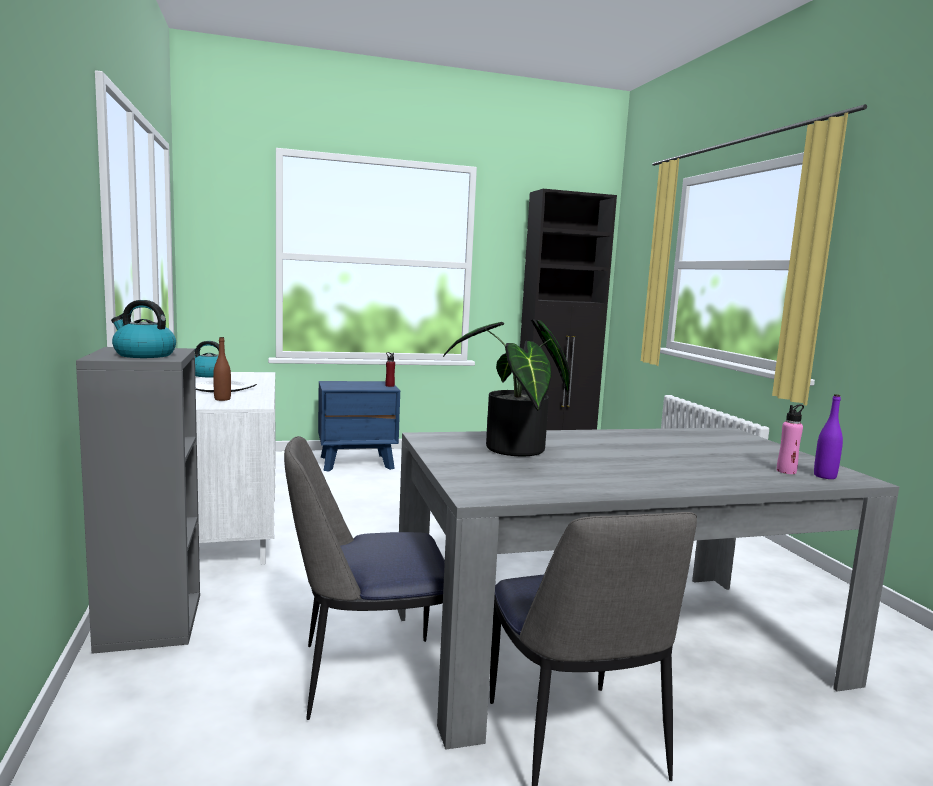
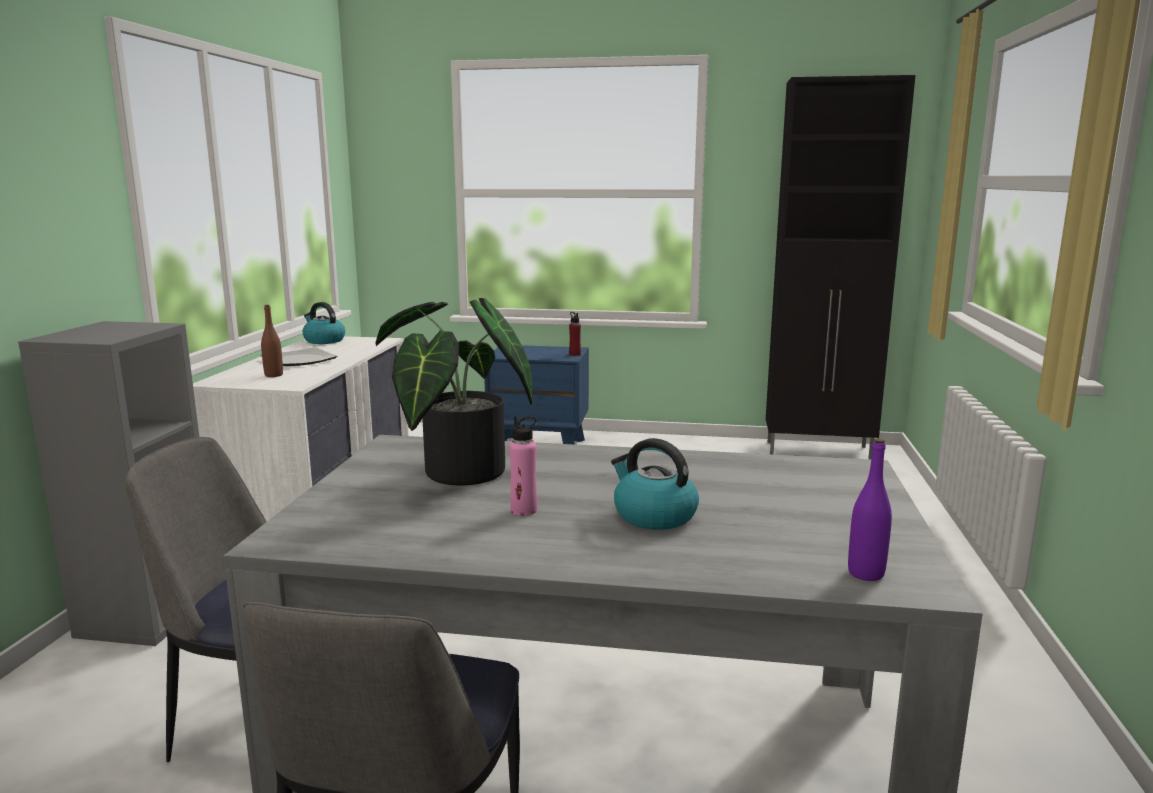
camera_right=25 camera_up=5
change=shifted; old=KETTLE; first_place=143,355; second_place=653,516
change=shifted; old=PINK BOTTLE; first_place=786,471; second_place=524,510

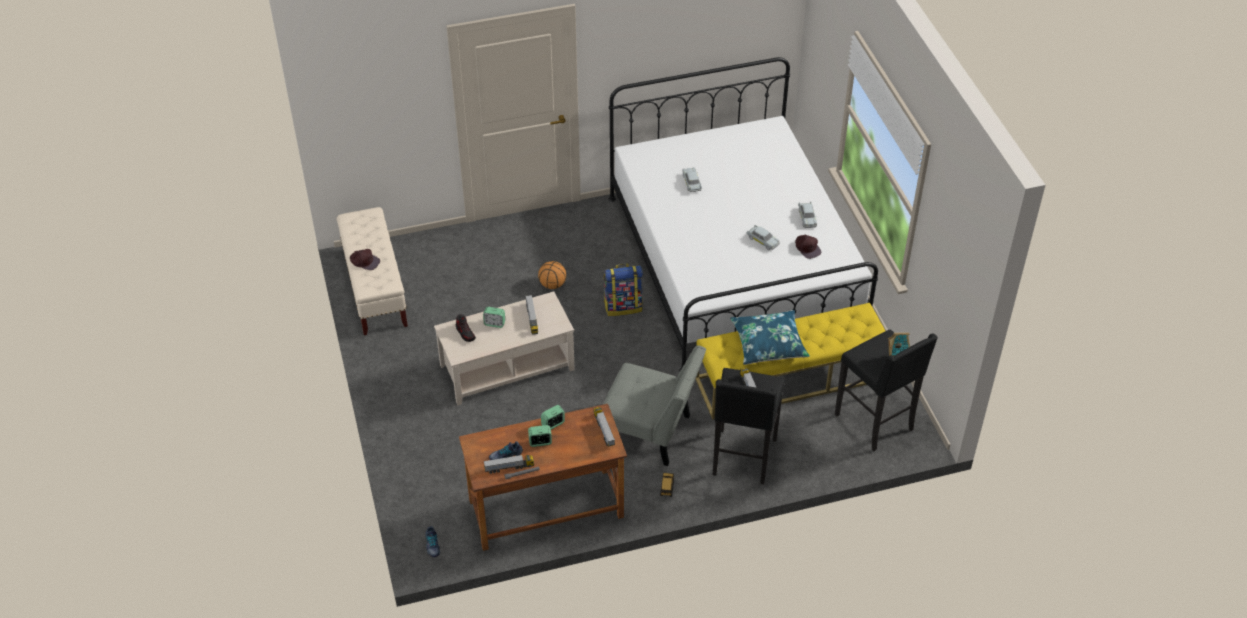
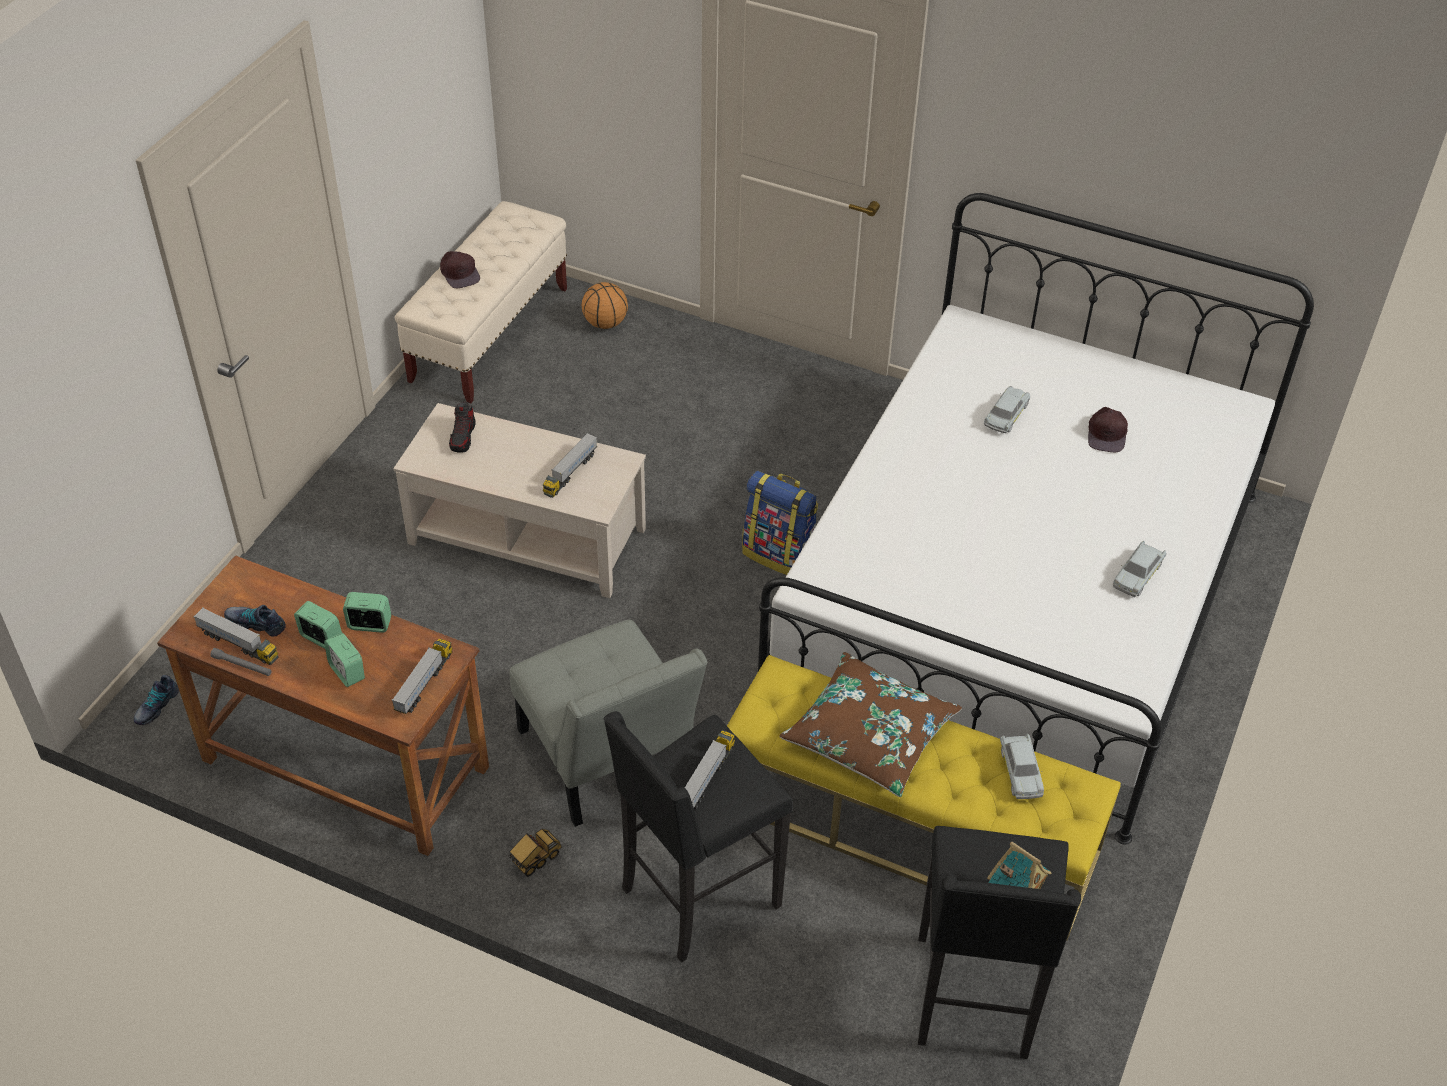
camera_right=40 camera_up=0
change=shifted; old=ALARM CLOCK; first_place=494,323; second_place=347,672
change=shifted; old=BASKETBALL BALL; first_place=553,284; second_place=606,323
change=shifted; old=WHITE-COLOURED MINIATURE CAR; first_place=762,240; second_place=1020,771
change=shifted; old=BROWN CAP; first_place=807,247; second_place=1107,433
change=repainted; old=BLUE THROW PILLOW; new=BROWN THROW PILLOW; first_place=768,344; second_place=869,735

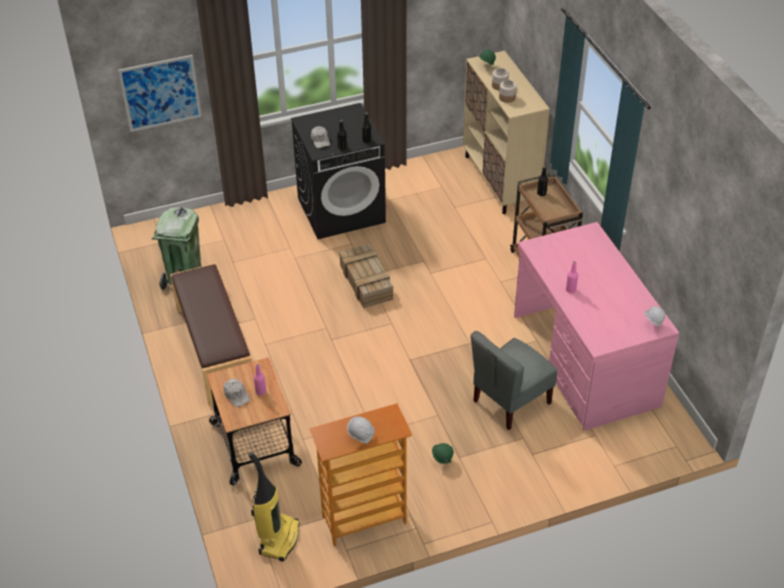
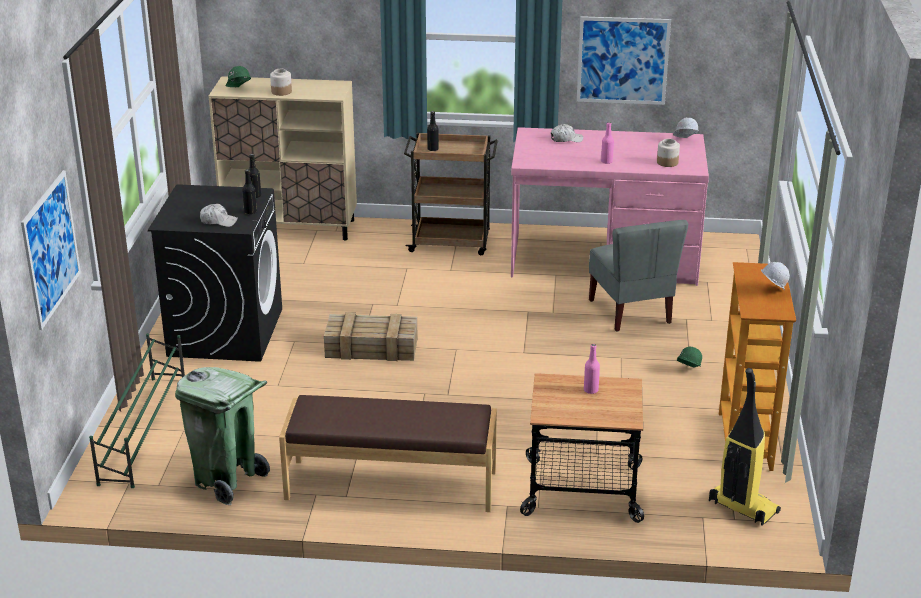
camera_right=-65 camera_up=-15
change=new; new=GREEN SHOE RACK; second_place=144,429
change=new; new=WALL ART; second_place=623,60
change=shifted; old=WHITE-COLOURED CAP; first_place=236,395; second_place=566,139
change=shifted; old=PRESERVE JAR; first_place=507,97; second_place=667,162

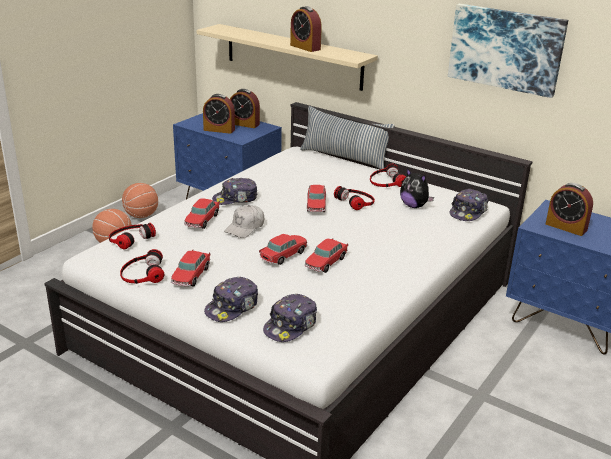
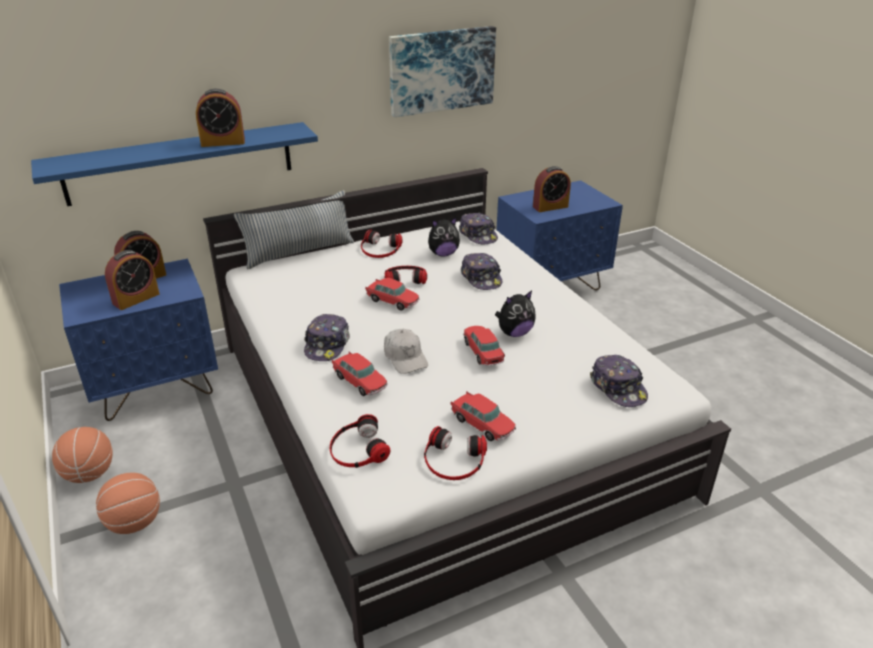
camera_right=-60 camera_up=5
change=shifted; old=CAP; first_place=232,307; second_place=481,278
change=swapped; old=MINIATURE CAR; new=SOFT TOY; first_place=326,262; second_place=514,333
change=repainted; old=BEIGE-COLOURED SHELF; new=BLUE SHELF; first_place=293,56; second_place=180,163

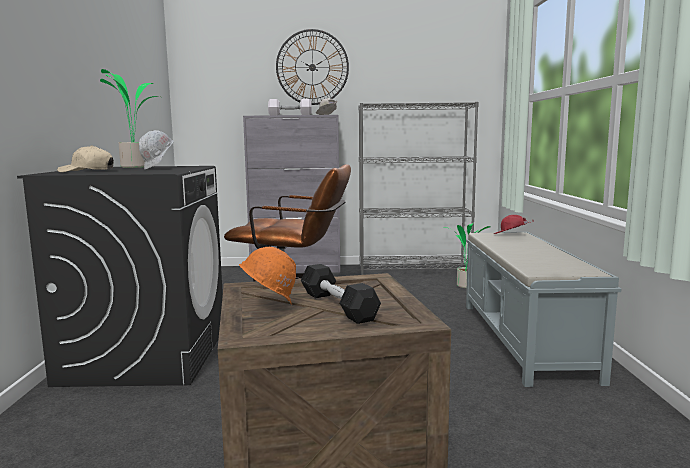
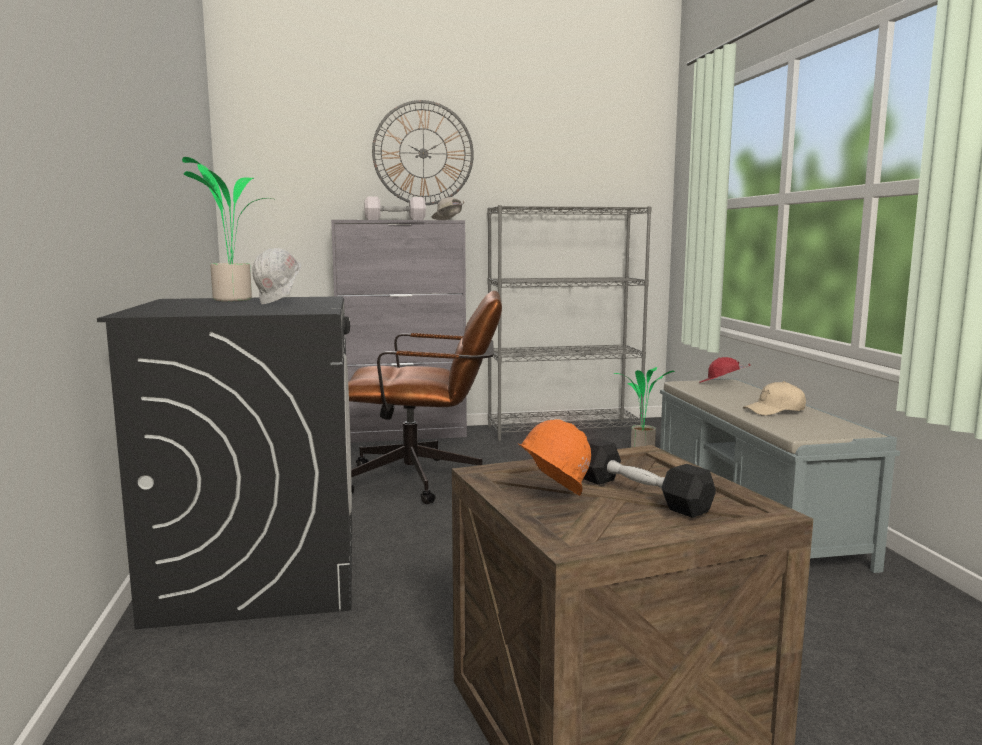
camera_right=-10 camera_up=0
change=shifted; old=BEIGE-COLOURED CAP; first_place=87,171; second_place=775,411

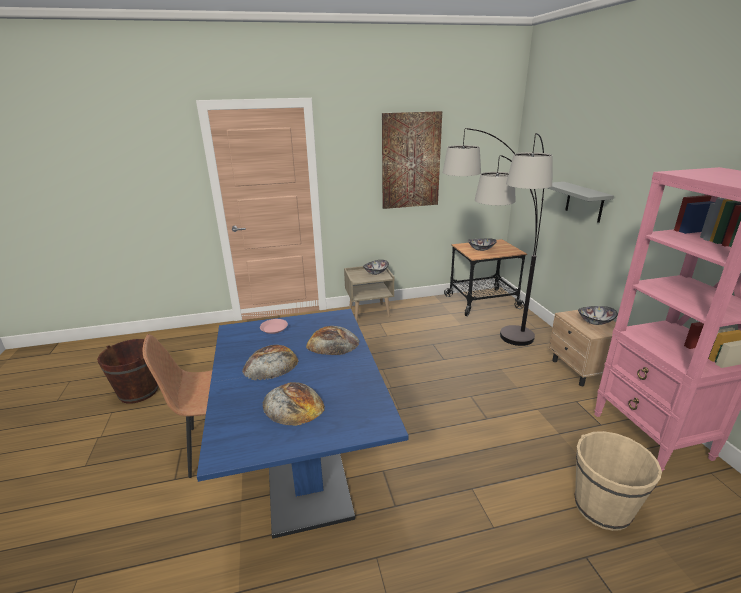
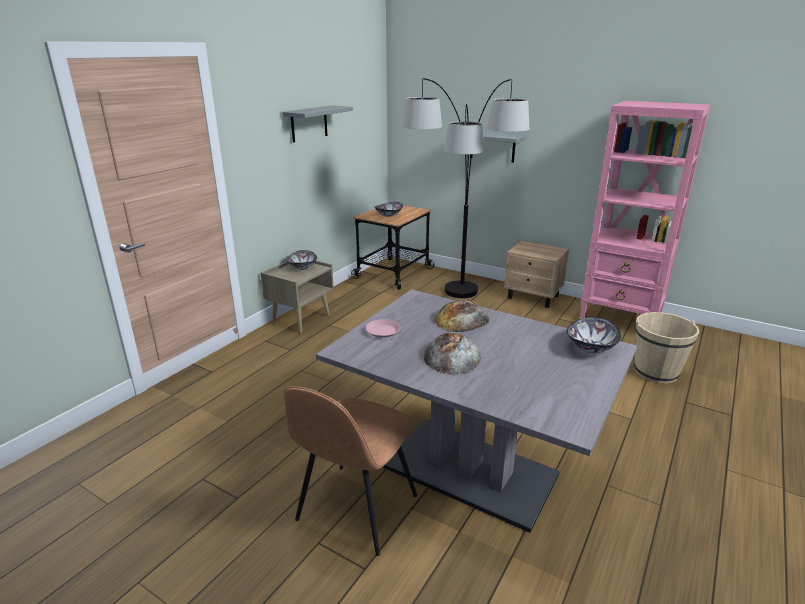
camera_right=-45 camera_up=0
change=gone; old=BROWN PAIL; first_place=139,391
change=gone; old=BAKED BREAD; first_place=293,404
change=shifted; old=SERVING BOWL; first_place=595,321; second_place=590,347
change=swapped; old=WALL ART; new=GREYISH SHELF; first_place=410,161; second_place=309,123
change=repainted; old=BLUE DINNER TABLE; new=GREYISH DINNER TABLE; first_place=306,470; second_place=470,471

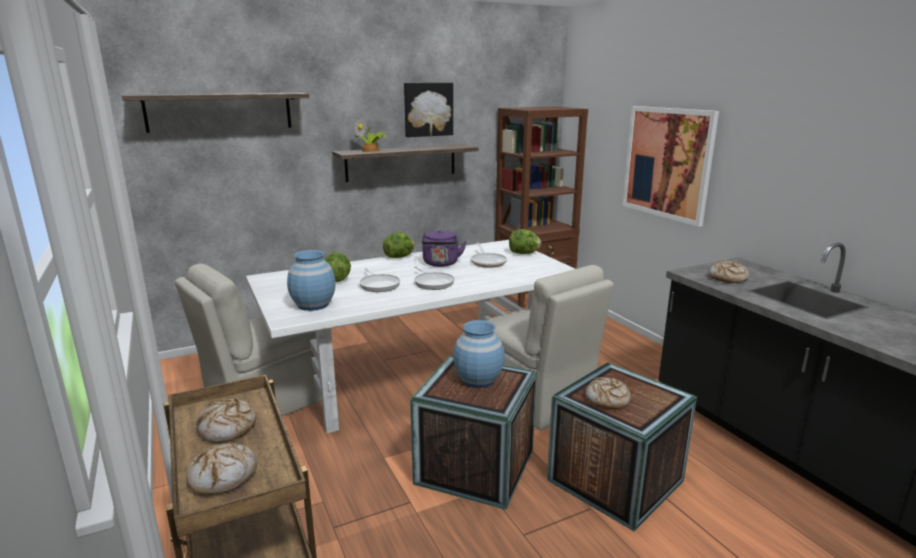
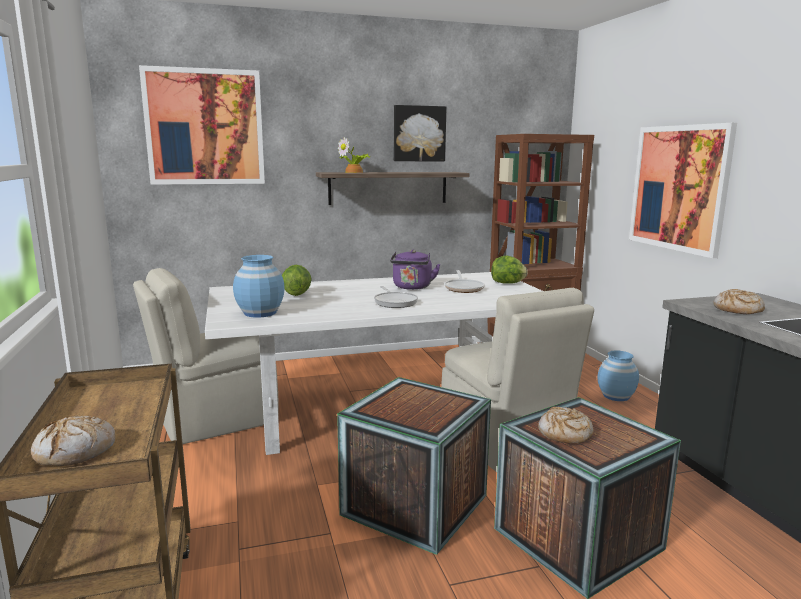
camera_right=10 camera_up=-5
change=gone; old=BAKED BREAD; first_place=227,428
change=gone; old=FRYING PAN; first_place=379,285
change=gone; old=LETTUCE HEAD; first_place=399,257
change=shifted; old=BLUE VASE; first_place=478,379; second_place=616,396
change=swapped; old=SHELF; new=WALL ART; first_place=220,111; second_place=205,127

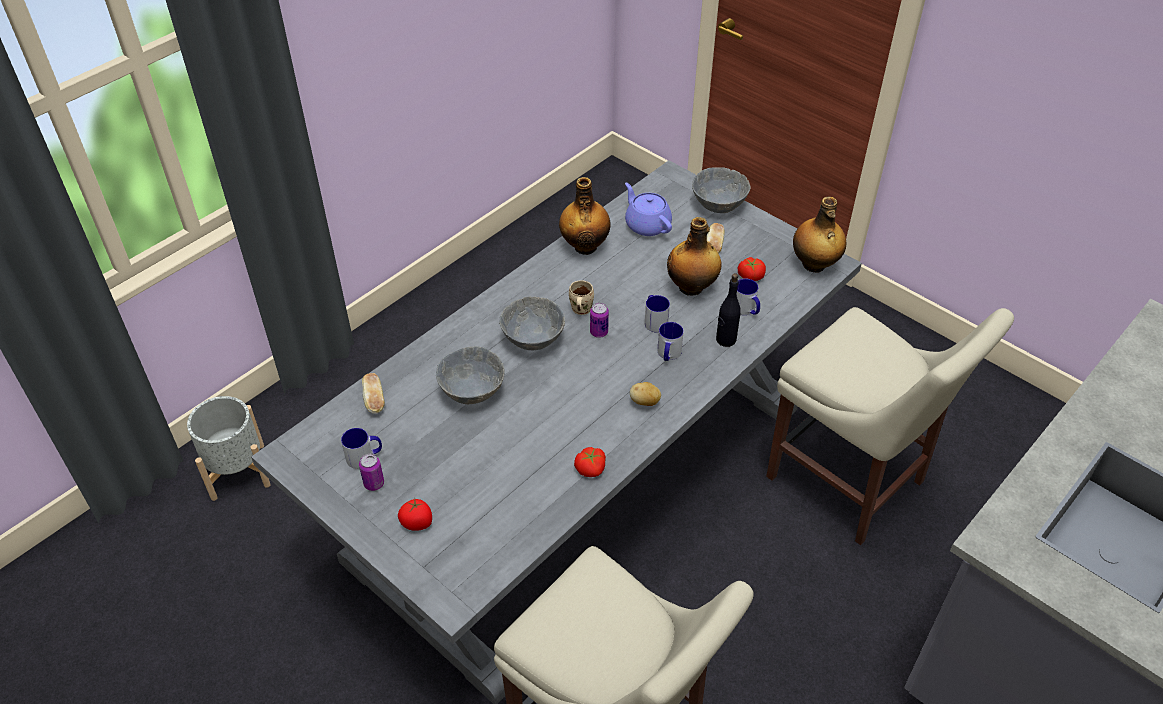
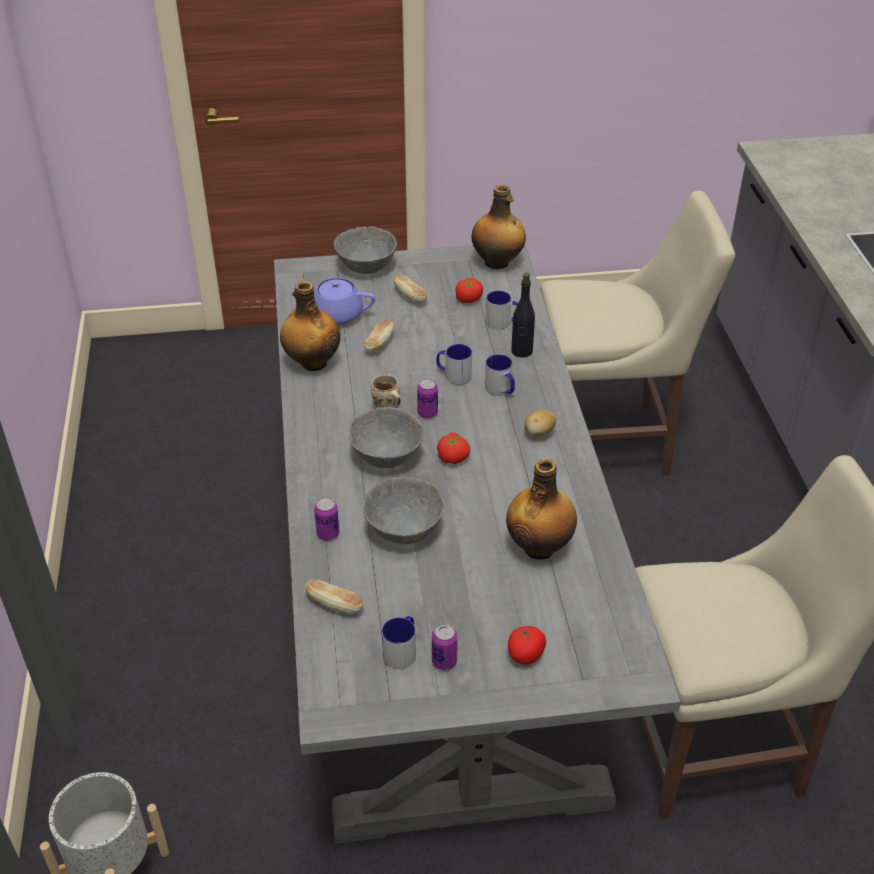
camera_right=-50 camera_up=-5
change=new; new=SEALED CAN; second_place=328,534
change=new; new=BAKED BREAD; second_place=379,344
change=shifted; old=TOMATO; first_place=591,469; second_place=453,457
change=shifted; old=BOTTLE; first_place=692,287; second_place=540,547

